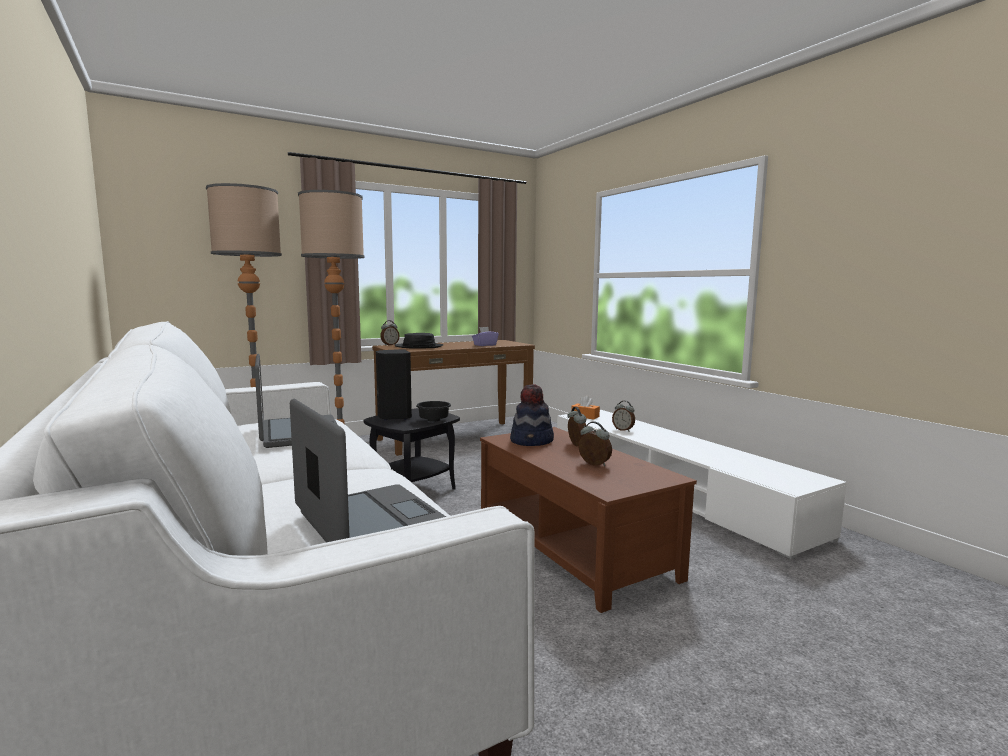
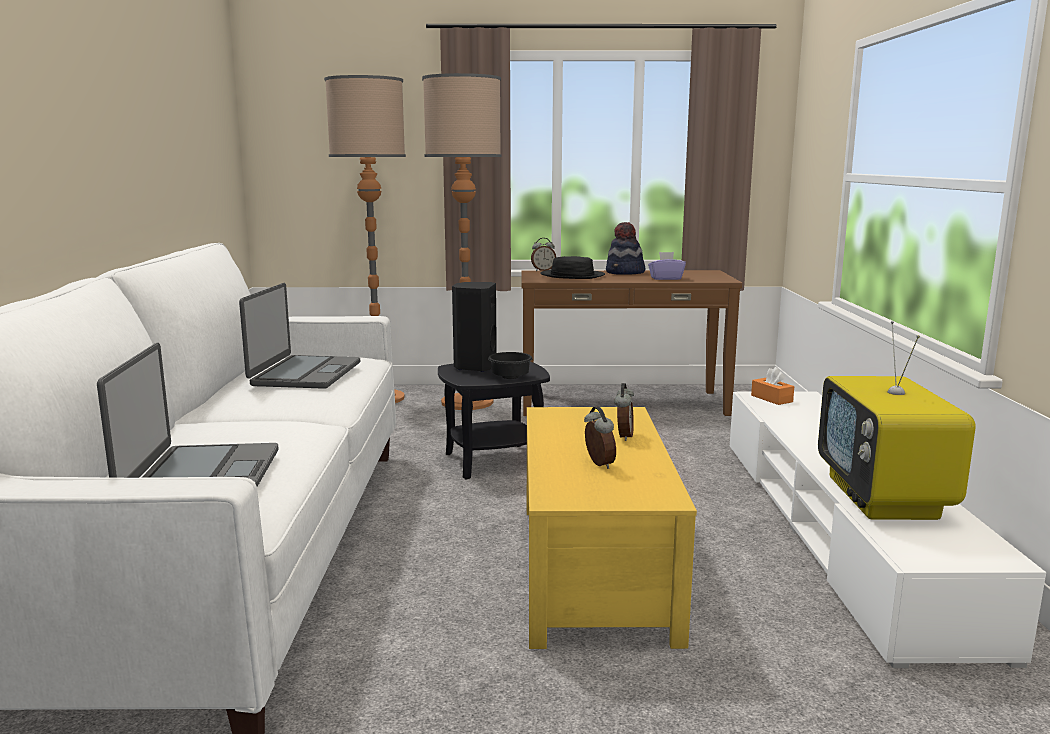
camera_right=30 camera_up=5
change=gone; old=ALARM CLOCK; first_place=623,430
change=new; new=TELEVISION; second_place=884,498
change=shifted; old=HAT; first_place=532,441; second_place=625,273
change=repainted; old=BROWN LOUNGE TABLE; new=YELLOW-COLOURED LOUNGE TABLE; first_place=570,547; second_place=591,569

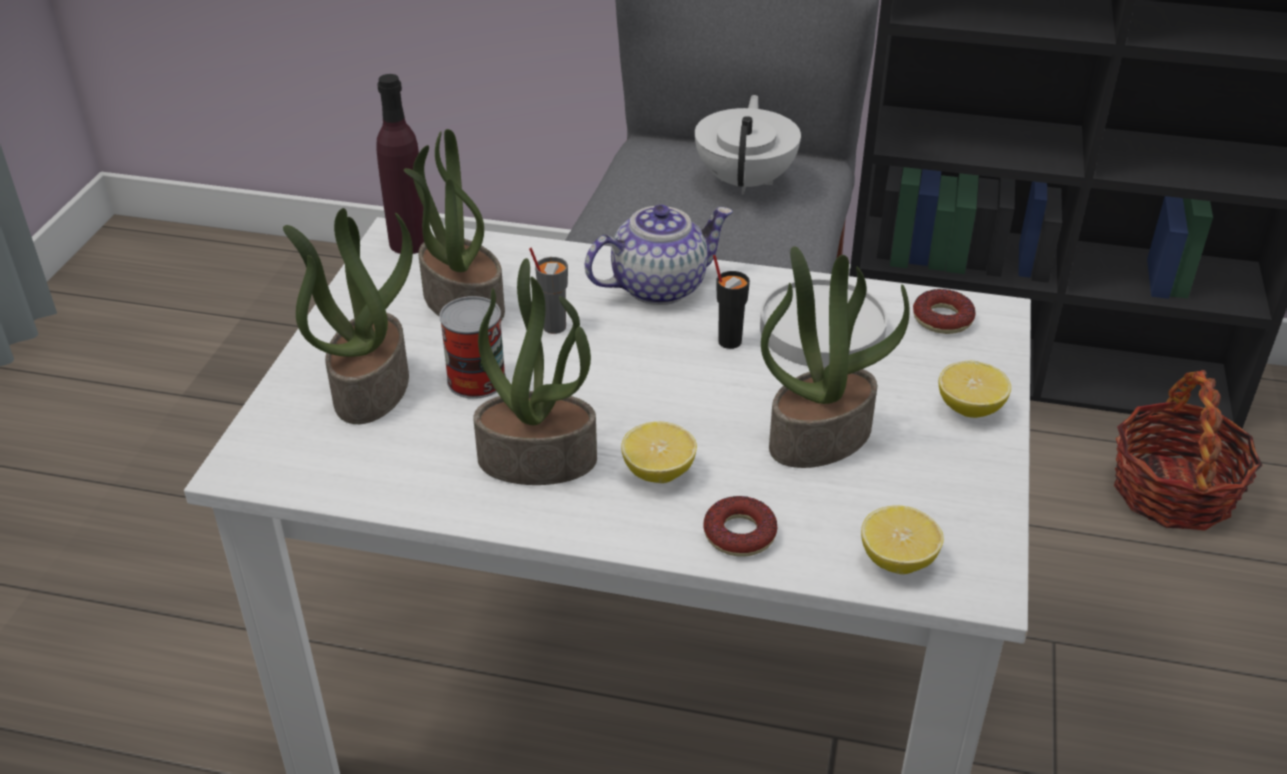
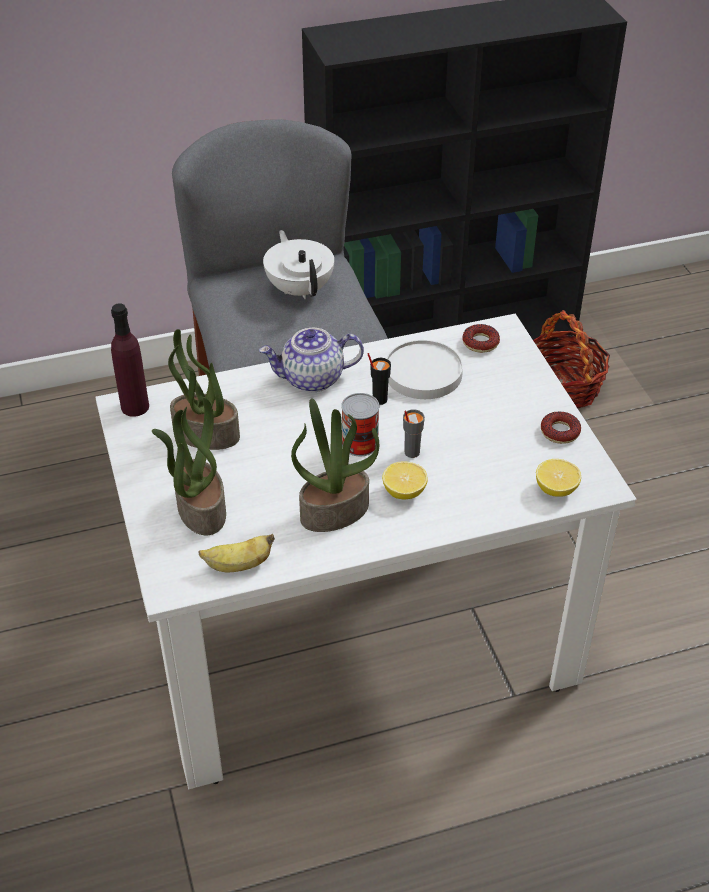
camera_right=-30 camera_up=5
change=gone; old=HOUSEPLANT; first_place=820,436
change=gone; old=CITRUS FRUIT; first_place=969,408
change=new; new=WHOLE BANANA; second_place=238,565
change=shifted; old=SEALED CAN; first_place=476,380; second_place=360,443
change=shifted; old=GREYISH DRINKING CUP; first_place=553,326; second_place=411,452
change=shifted; old=RING DOUGHNUT; first_place=740,534; second_place=560,432
change=rotated; old=POT FOR TEA; first_place=659,285; second_place=312,379; degrees=-135

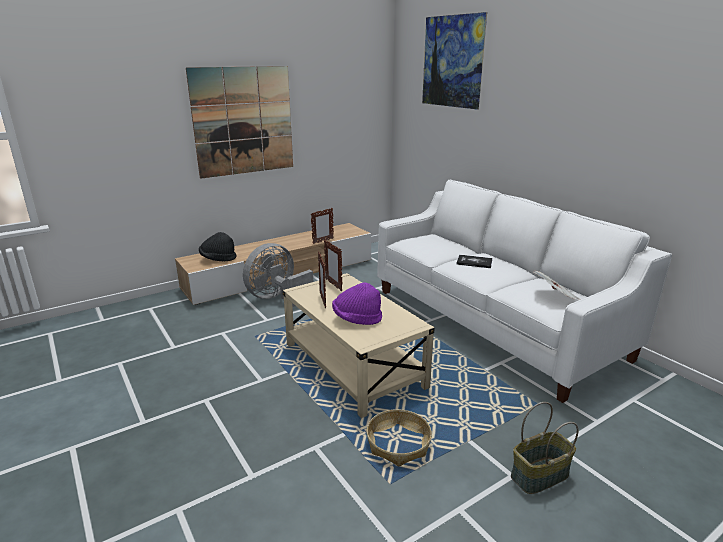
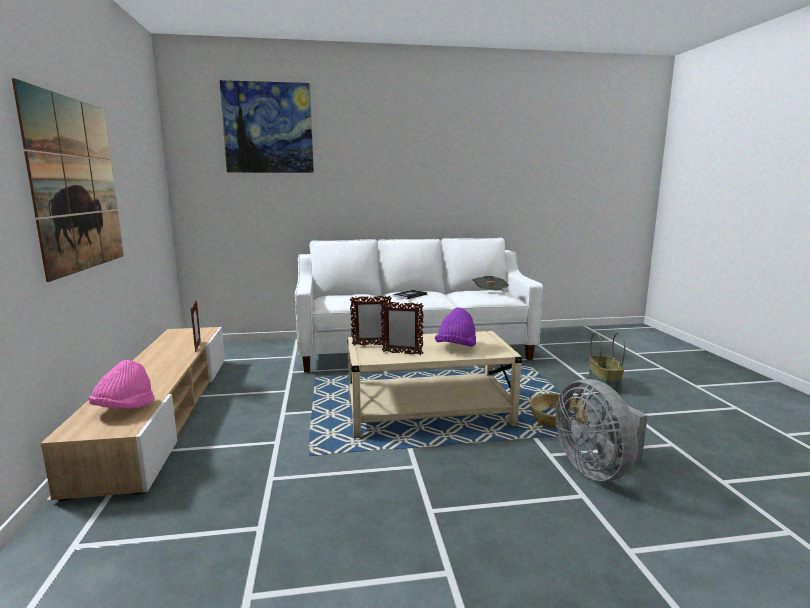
camera_right=-65 camera_up=-10
change=shifted; old=GREYISH FAN; first_place=277,298; second_place=596,469
change=repainted; old=BLACK HAT; new=PINK HAT; first_place=218,259; second_place=124,408

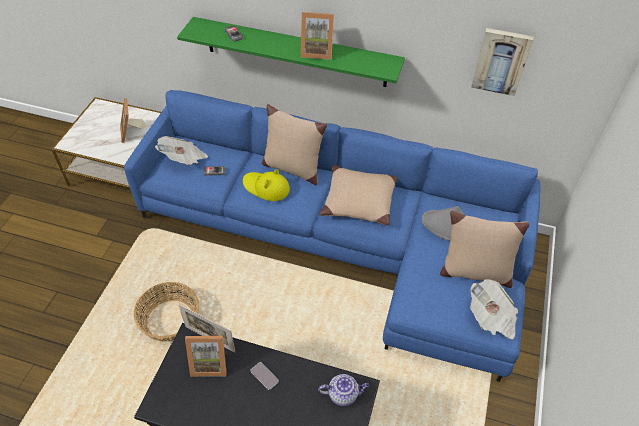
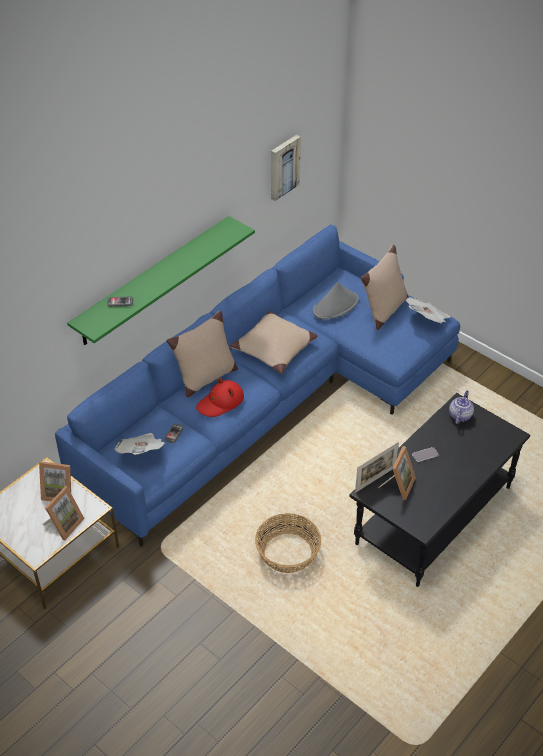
camera_right=-65 camera_up=-5
change=shifted; old=PHOTO FRAME; first_place=317,51; second_place=64,524
change=repainted; old=YELLOW-COLOURED HAT; new=REDDISH HAT; first_place=266,187; second_place=220,402

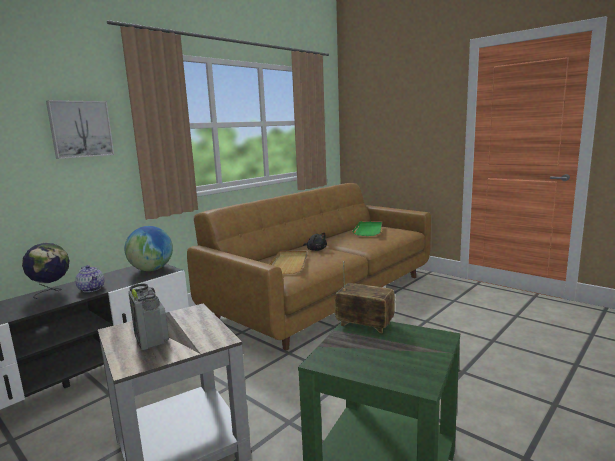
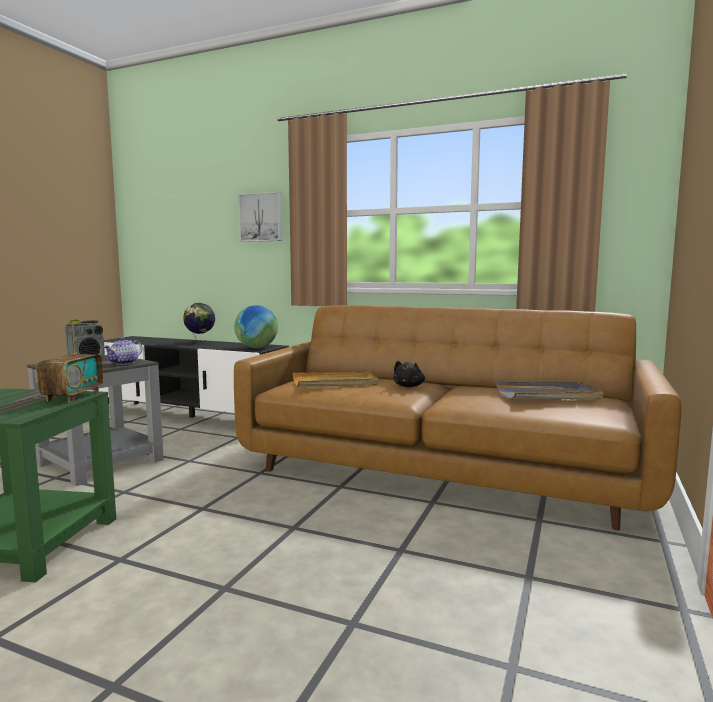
camera_right=70 camera_up=-5
change=shifted; old=POT FOR TEA; first_place=92,289; second_place=124,363
change=repainted; old=GREEN TRAY; new=GREYISH TRAY; first_place=368,230; second_place=548,395

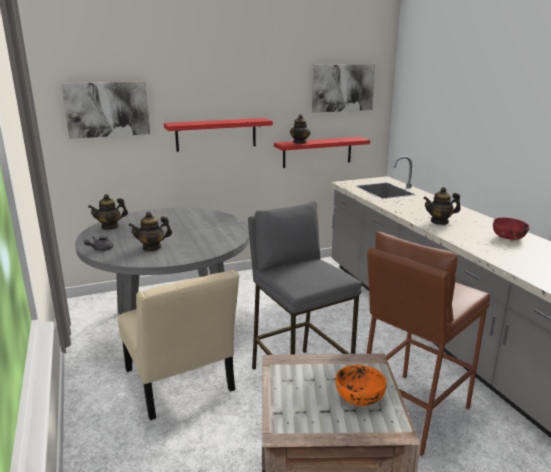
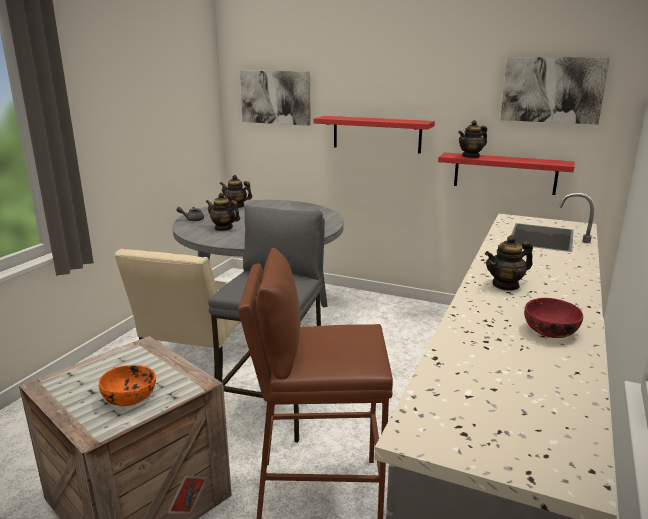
camera_right=45 camera_up=0
change=rotated; old=POT FOR TEA; first_place=439,221; second_place=506,285; degrees=-60

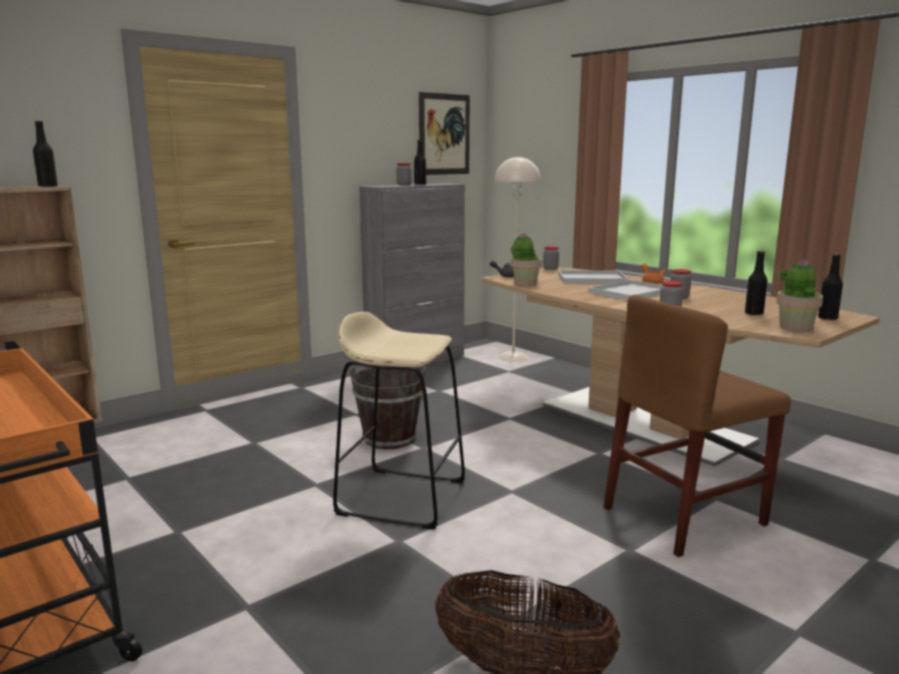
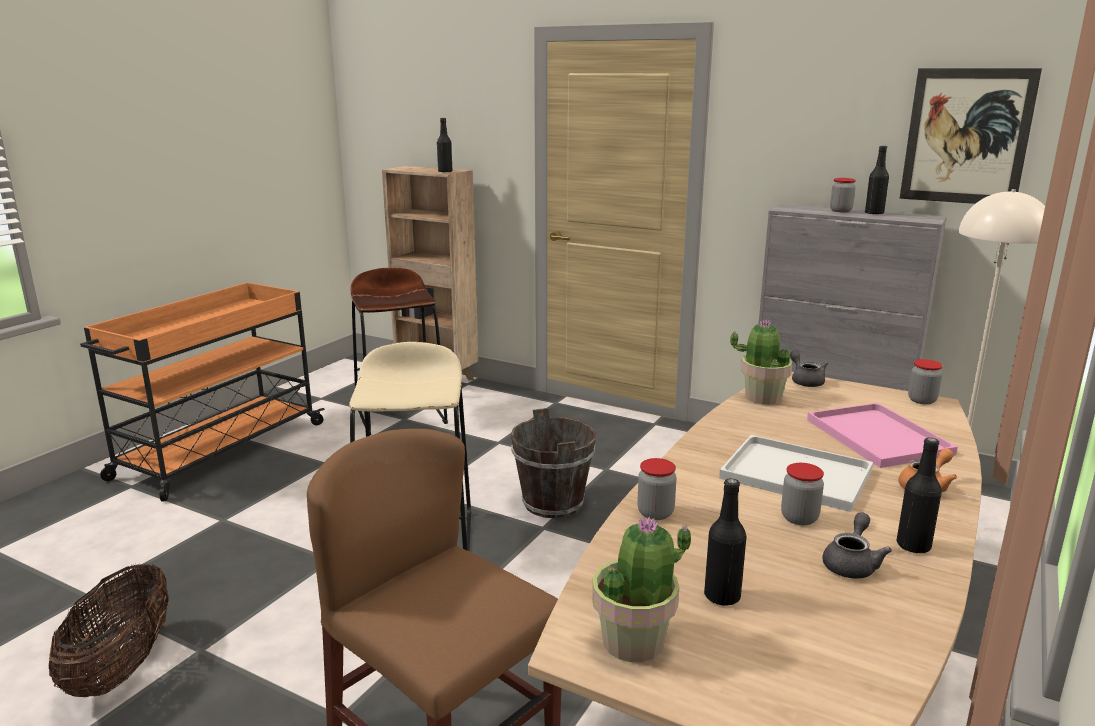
camera_right=70 camera_up=5
change=new; new=BROWN SITTING STOOL; second_place=401,414
change=new; new=GREYISH POT FOR TEA; second_place=851,564
change=shifted; old=BLACK BOTTLE; first_place=827,318; second_place=913,546
change=repainted; old=WHITE-COLOURED TRAY; new=PINK TRAY; first_place=593,278; second_place=880,437

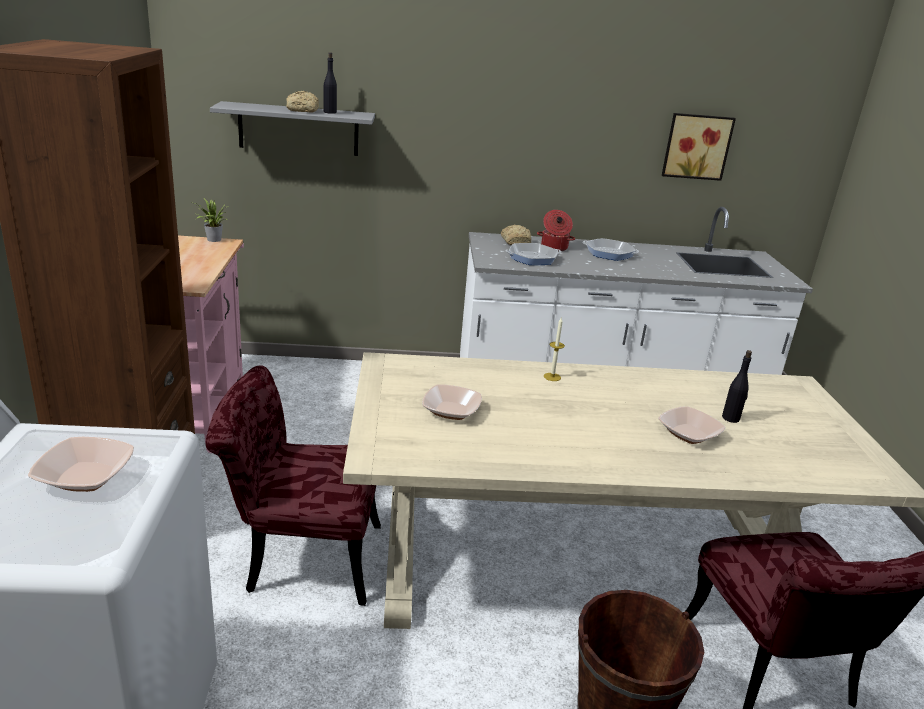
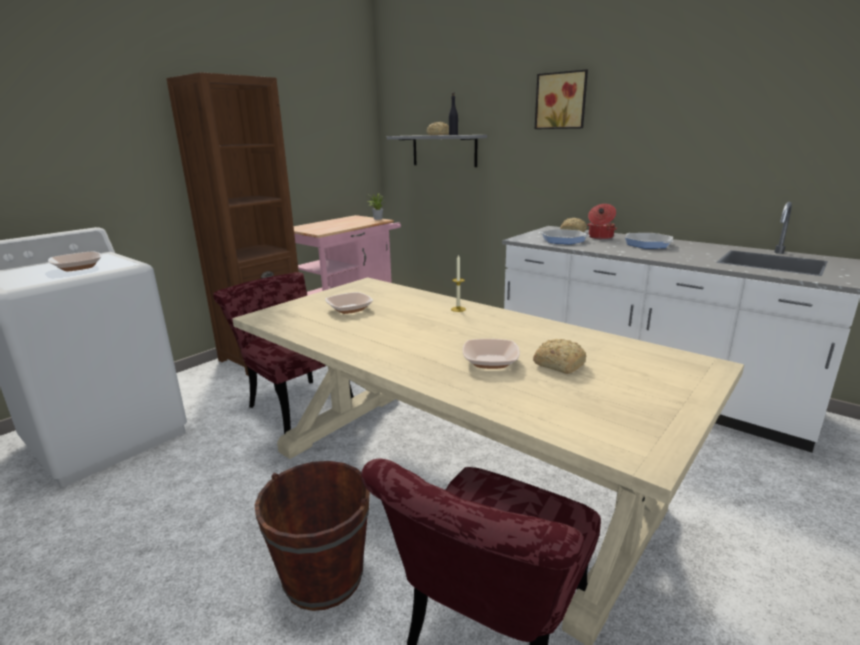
camera_right=45 camera_up=-5
change=shifted; old=WALL ART; first_place=696,146; second_place=561,100
change=swapped; old=BLACK BOTTLE; new=BAKED BREAD; first_place=731,418; second_place=558,364

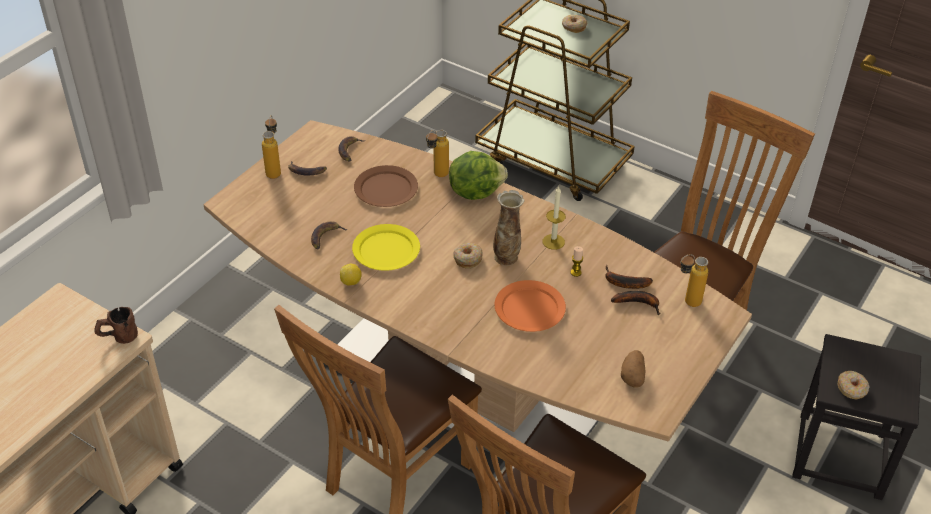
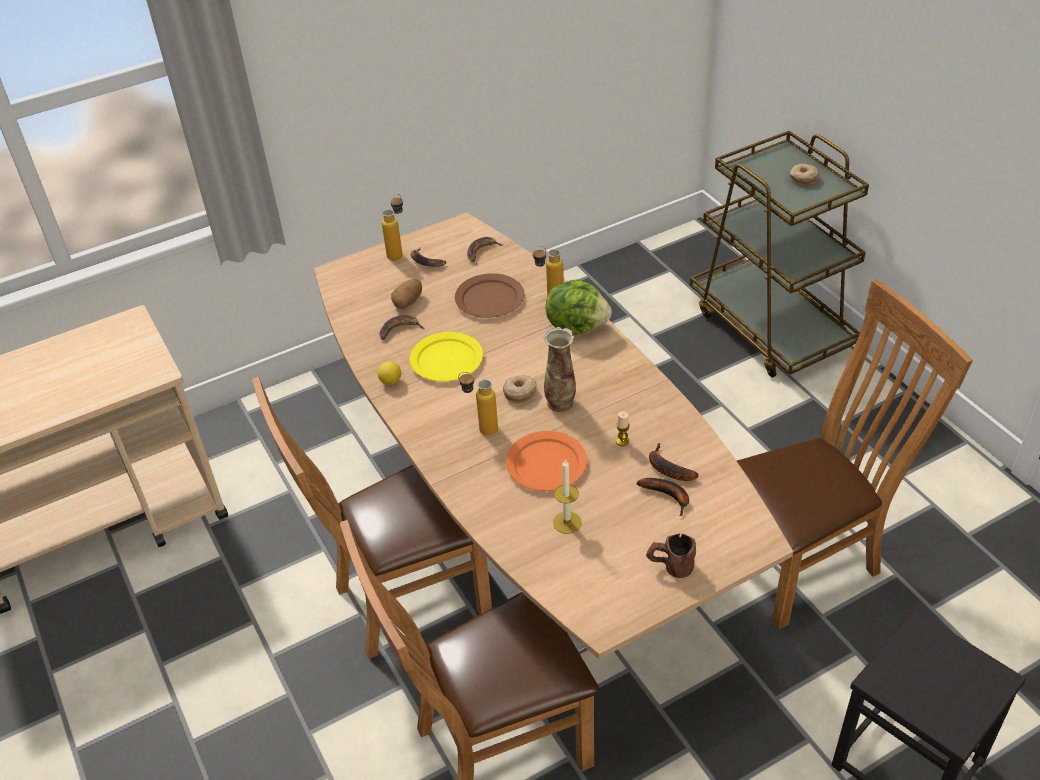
camera_right=30 camera_up=0
change=gone; old=RING DOUGHNUT; first_place=852,389
change=shifted; old=BROWN TEA MUG; first_place=118,337; second_place=670,567
change=shifted; old=CANDLE; first_place=553,242; second_place=567,522
change=shifted; old=WHOLE POTATO; first_place=632,376; second_place=408,302
change=shifted; old=BOTTLE; first_place=686,303; second_place=481,429

